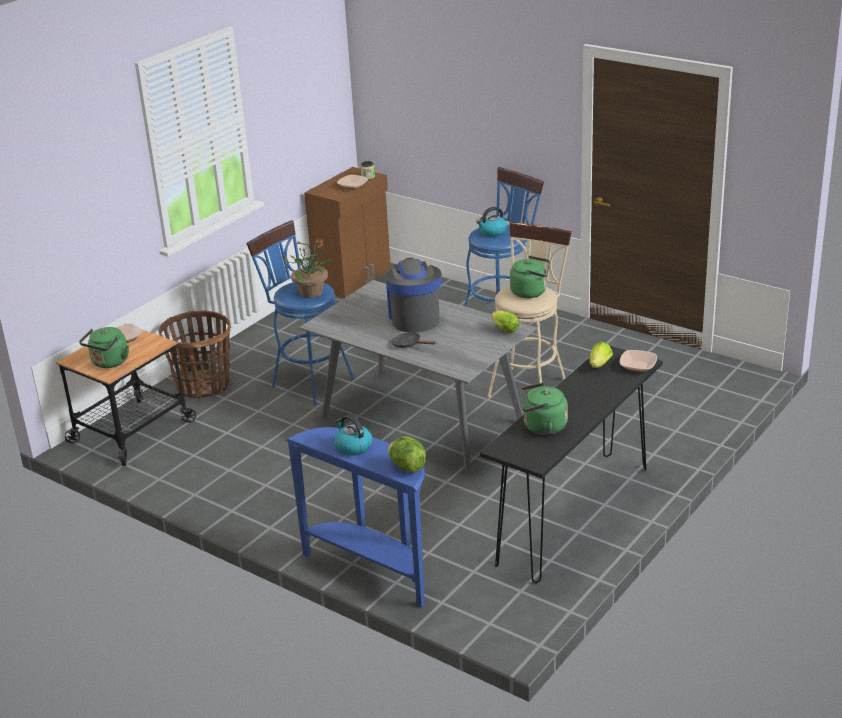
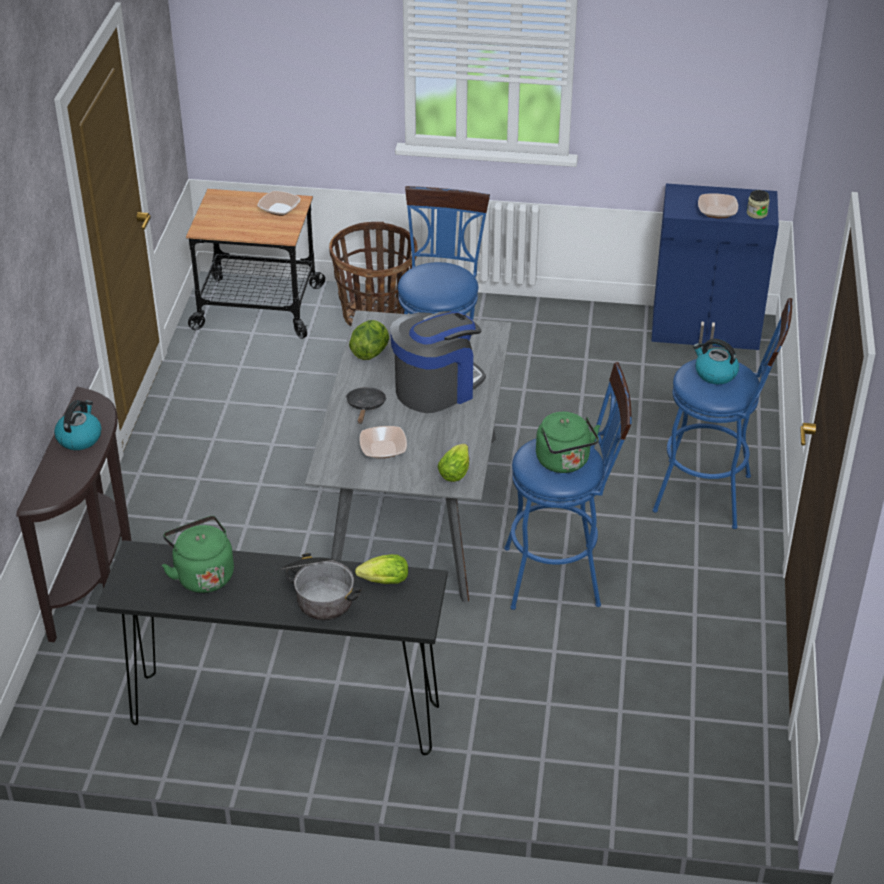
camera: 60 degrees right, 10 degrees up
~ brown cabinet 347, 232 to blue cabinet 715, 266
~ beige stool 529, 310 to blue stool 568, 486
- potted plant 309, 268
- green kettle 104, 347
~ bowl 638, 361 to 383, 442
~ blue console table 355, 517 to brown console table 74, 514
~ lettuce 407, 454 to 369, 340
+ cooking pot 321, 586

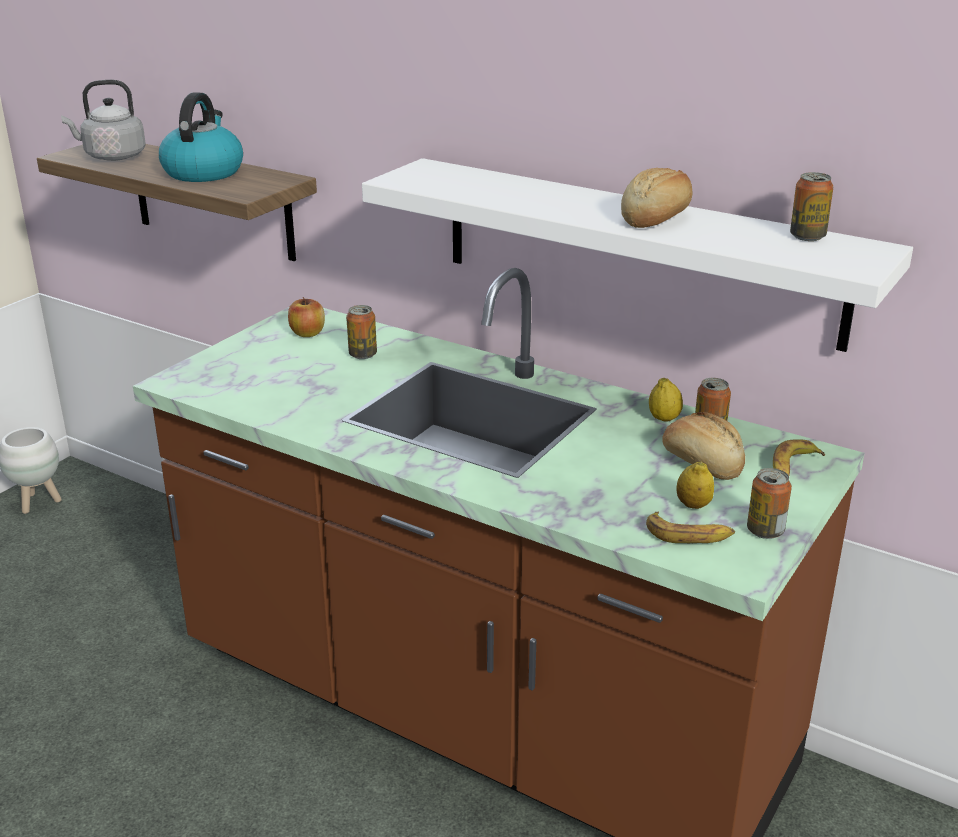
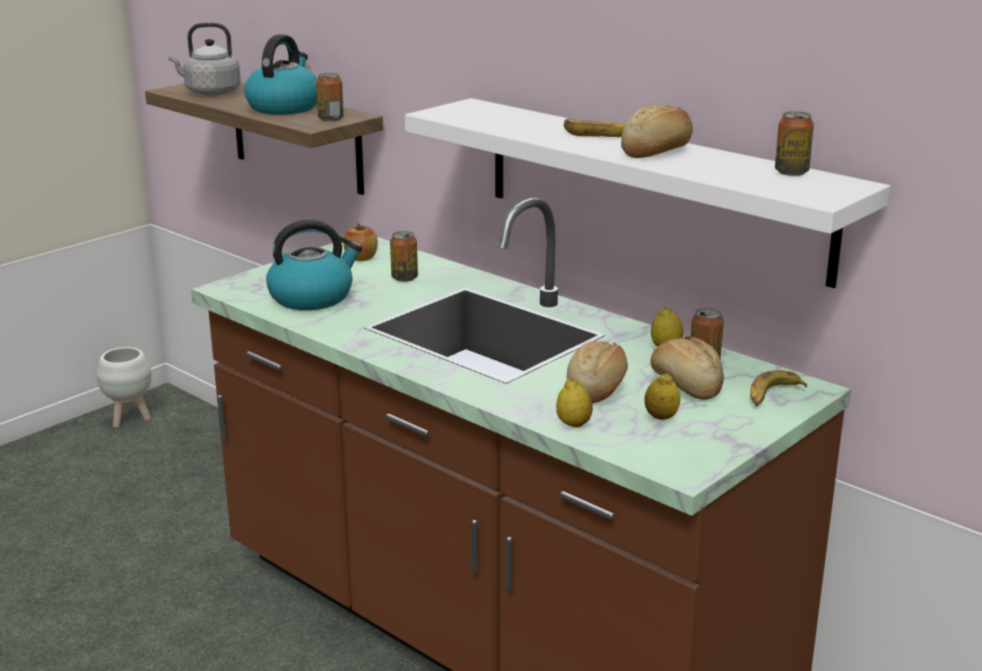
camera: 10 degrees right, 5 degrees down
~ can 769, 503 to 329, 97
~ banana 690, 527 to 594, 127
+ kettle 314, 265
+ bread 597, 372
+ lemon 574, 402

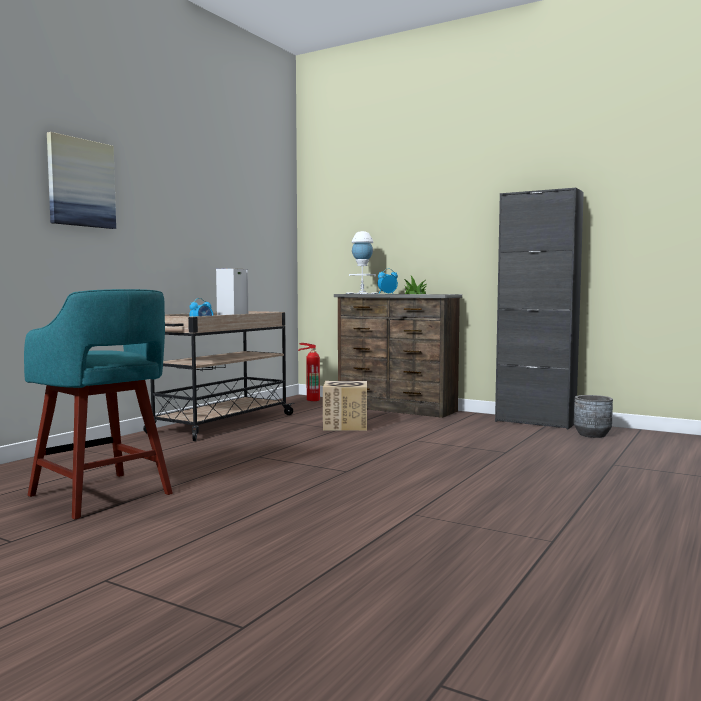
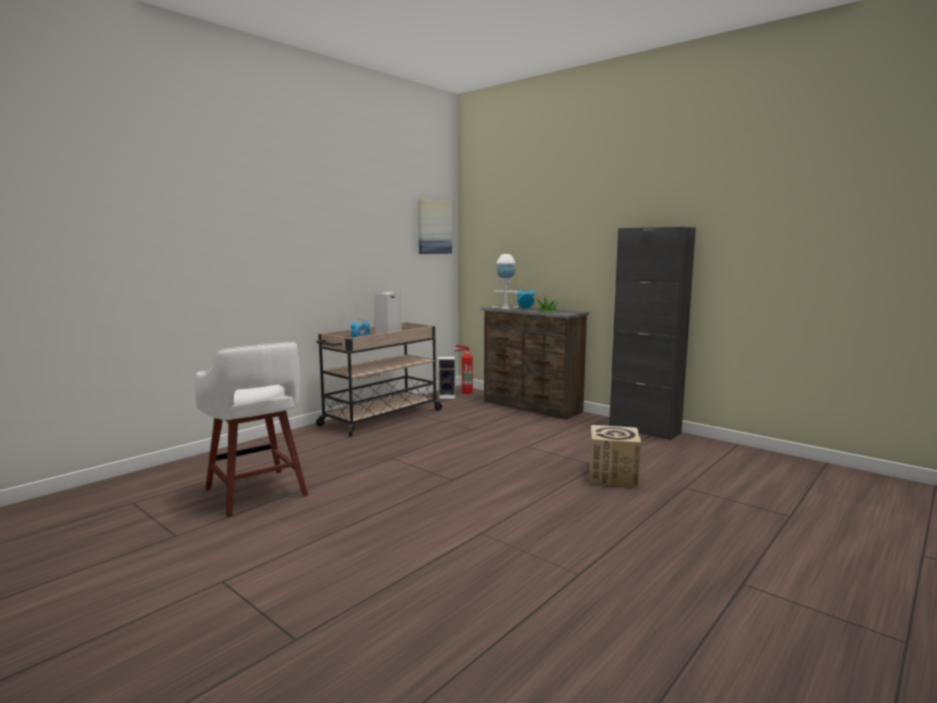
camera: 10 degrees right, 5 degrees up
~ picture 81, 180 to 435, 227
~ turquoise stool 98, 404 to white stool 251, 429
~ cardboard box 345, 406 to 615, 456
- grey planter 593, 416
+ speaker 446, 377

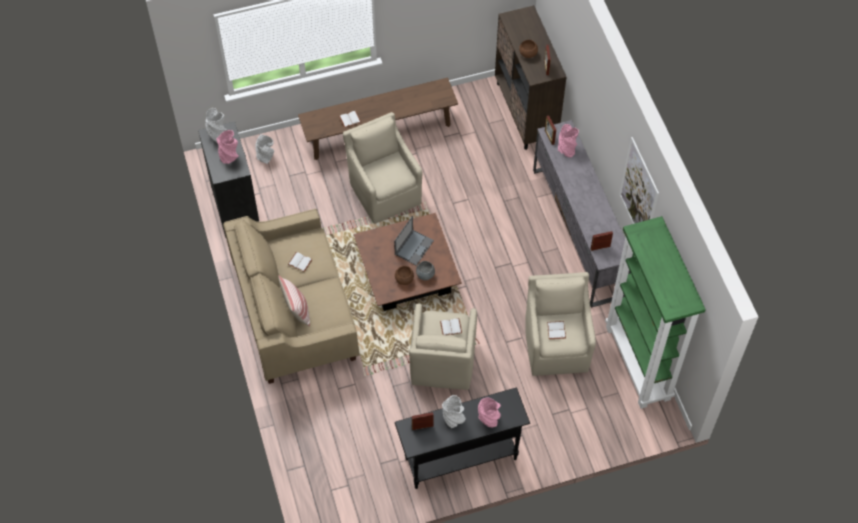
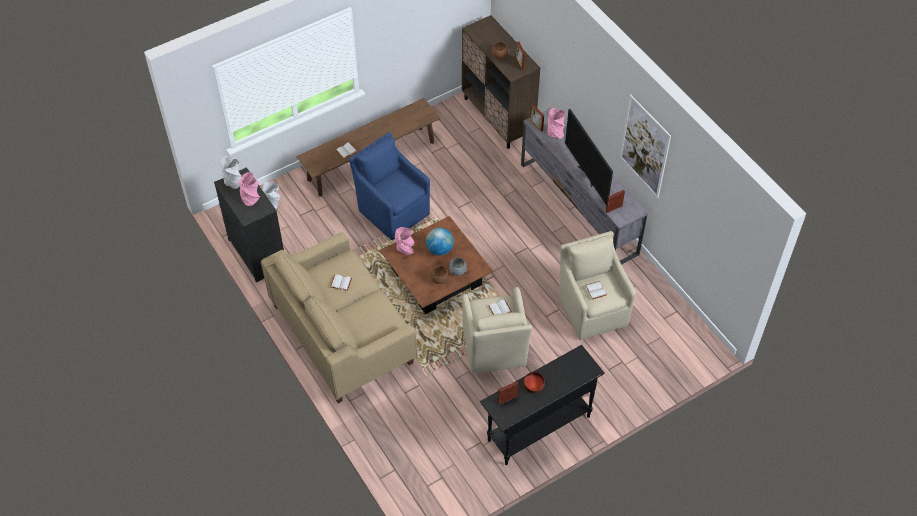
camera: 15 degrees left, 5 degrees down
~ beige armchair 383, 168 to blue armchair 389, 186
~ laptop 414, 241 to globe 440, 241
- green bookcase 655, 312
- pillow 294, 301
~ grey vase 453, 411 to bowl 534, 383
~ pink vase 489, 412 to 405, 241
+ television 589, 157

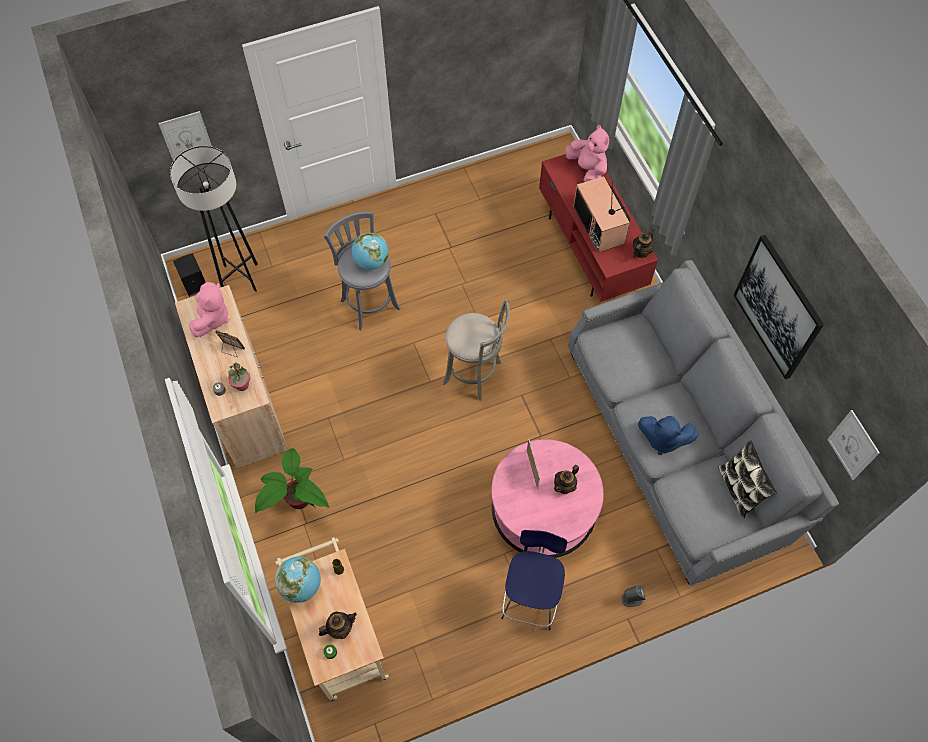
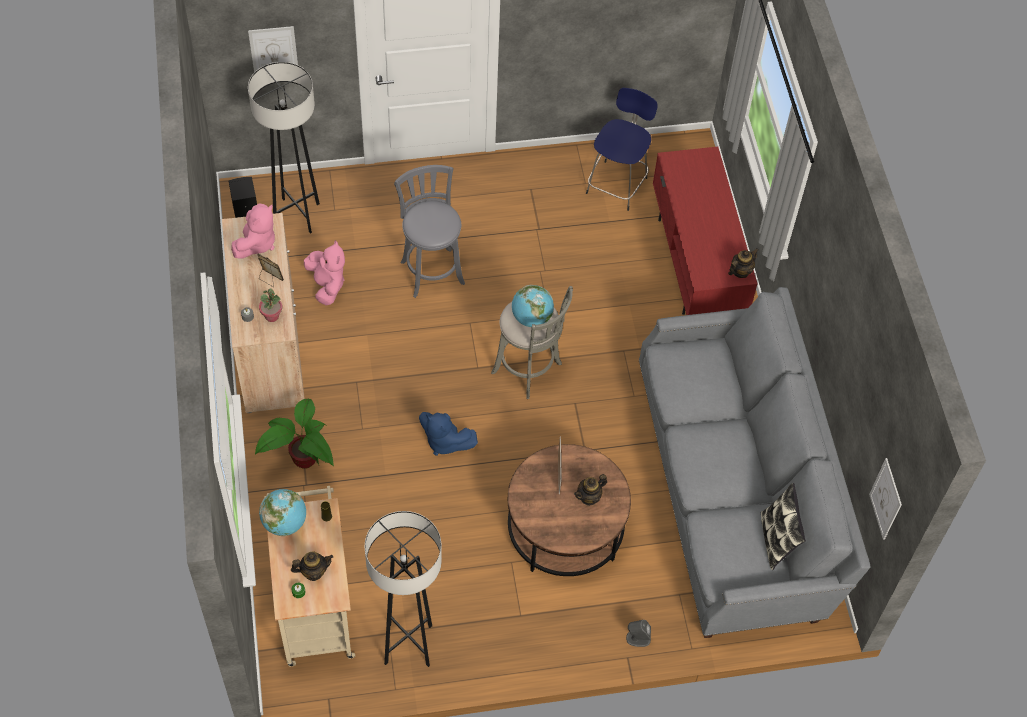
camera: 10 degrees right, 5 degrees down
~ pink plush toy 587, 153 to 324, 272
- television 602, 214
~ globe 370, 251 to 533, 306
- picture 778, 307
~ blue plush toy 668, 435 to 448, 434
~ pink coffee table 547, 498 to brown coffee table 569, 510
~ blue stool 534, 580 to 622, 149
+ grey floor lamp 403, 589

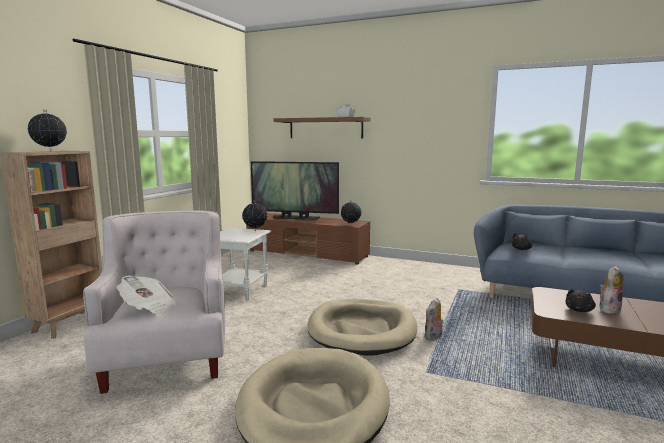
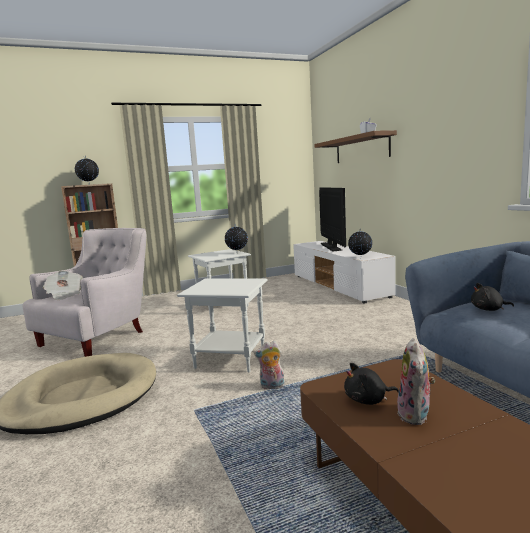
camera: 45 degrees right, 0 degrees up
~ television 295, 190 = 332, 219 150 degrees counterclockwise
~ brown tv stand 308, 239 to white tv stand 344, 272
~ plush toy 611, 290 = 415, 381 90 degrees clockwise
~ beige dog bed 362, 327 to white side table 222, 325

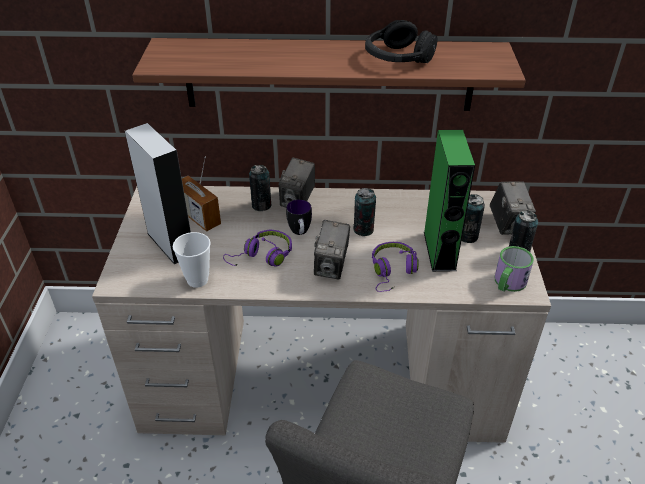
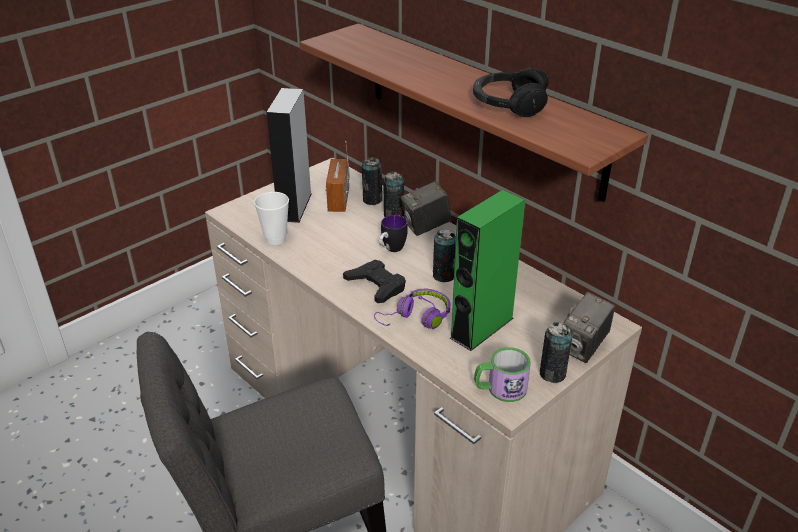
camera: 45 degrees right, 5 degrees down
~ can 473, 218 to 372, 181
~ photo camera 332, 249 to black game controller 374, 281
- purple headphones 257, 248

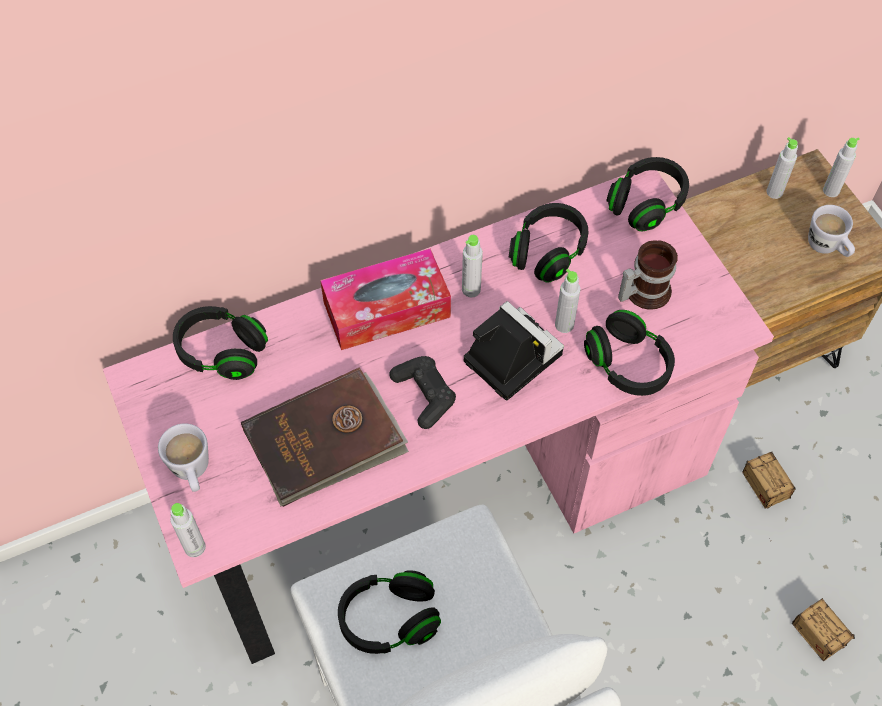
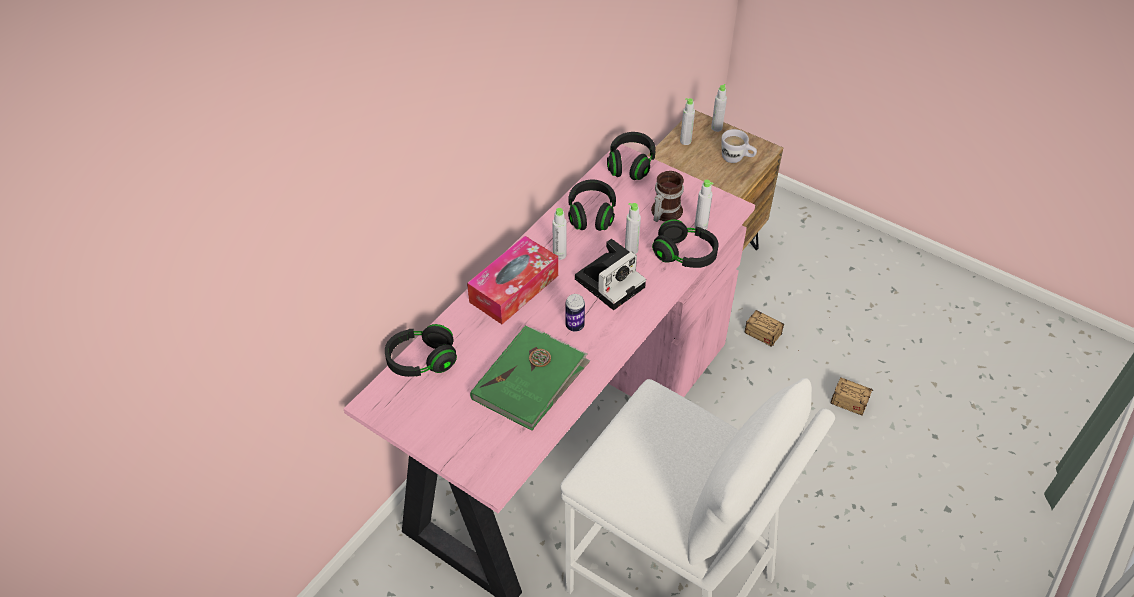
camera: 30 degrees left, 10 degrees down
~ photo camera 514, 350 = 610, 274 120 degrees clockwise
~ black game controller 423, 392 to can 575, 313
~ brown book 325, 437 to green book 530, 378
- white mug 183, 457
~ grey bottle 188, 530 to 703, 205
- black headphones 389, 612

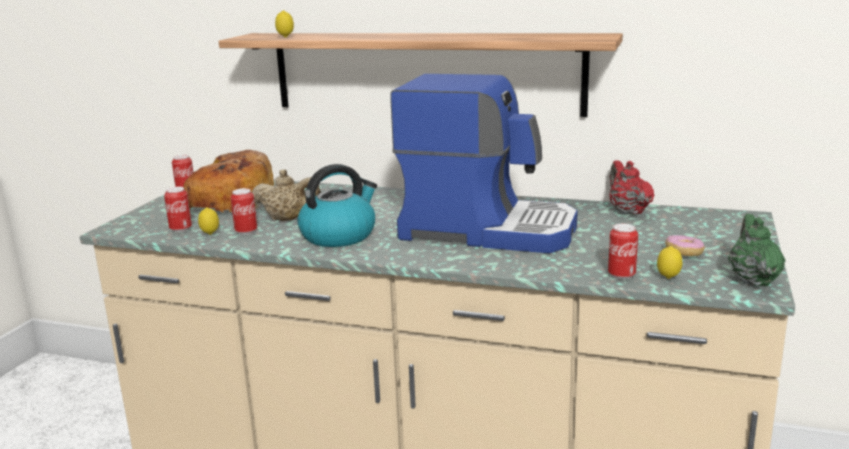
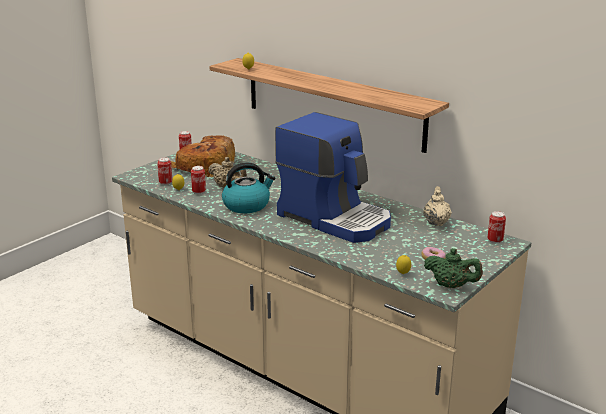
camera: 20 degrees right, 5 degrees up
~ red teapot 632, 187 to beige teapot 437, 206
~ green teapot 757, 250 = 453, 268 90 degrees clockwise
~ can 623, 252 to 496, 227

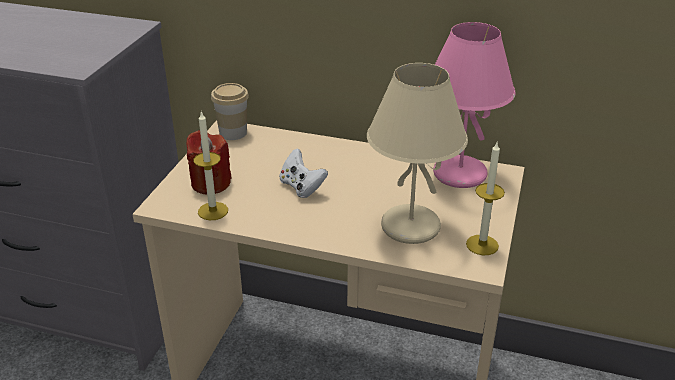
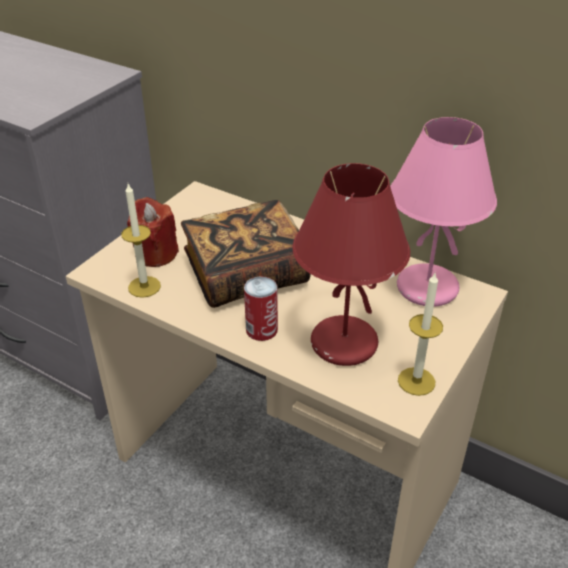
camera: 15 degrees right, 5 degrees up
~ beige table lamp 417, 153 to red table lamp 351, 264
- cup 230, 111
~ white game controller 303, 173 to book 246, 254
+ can 261, 308

